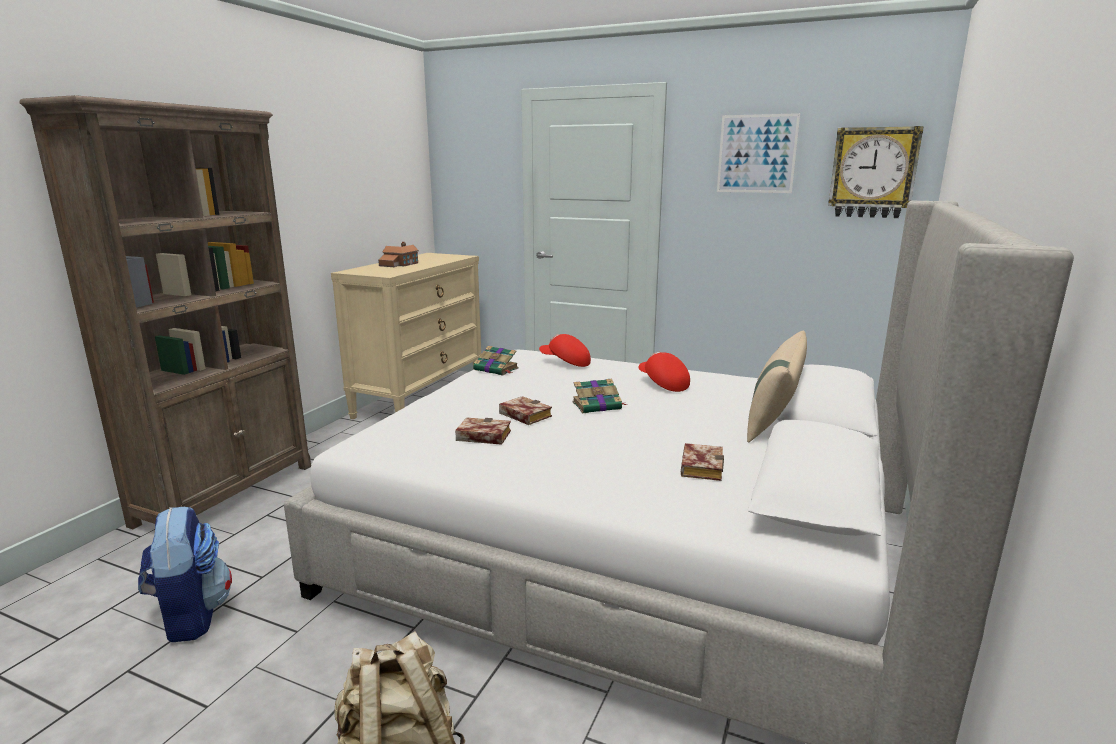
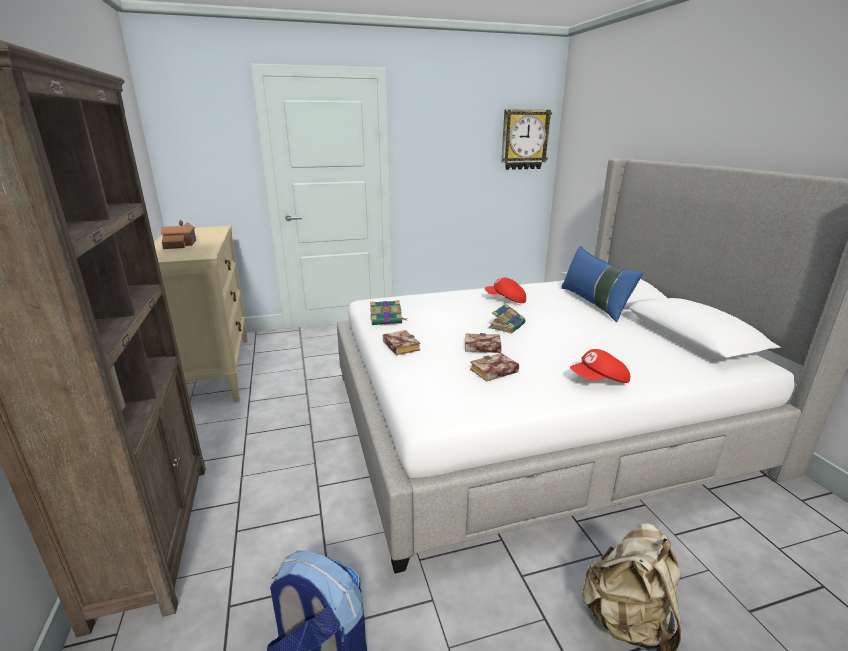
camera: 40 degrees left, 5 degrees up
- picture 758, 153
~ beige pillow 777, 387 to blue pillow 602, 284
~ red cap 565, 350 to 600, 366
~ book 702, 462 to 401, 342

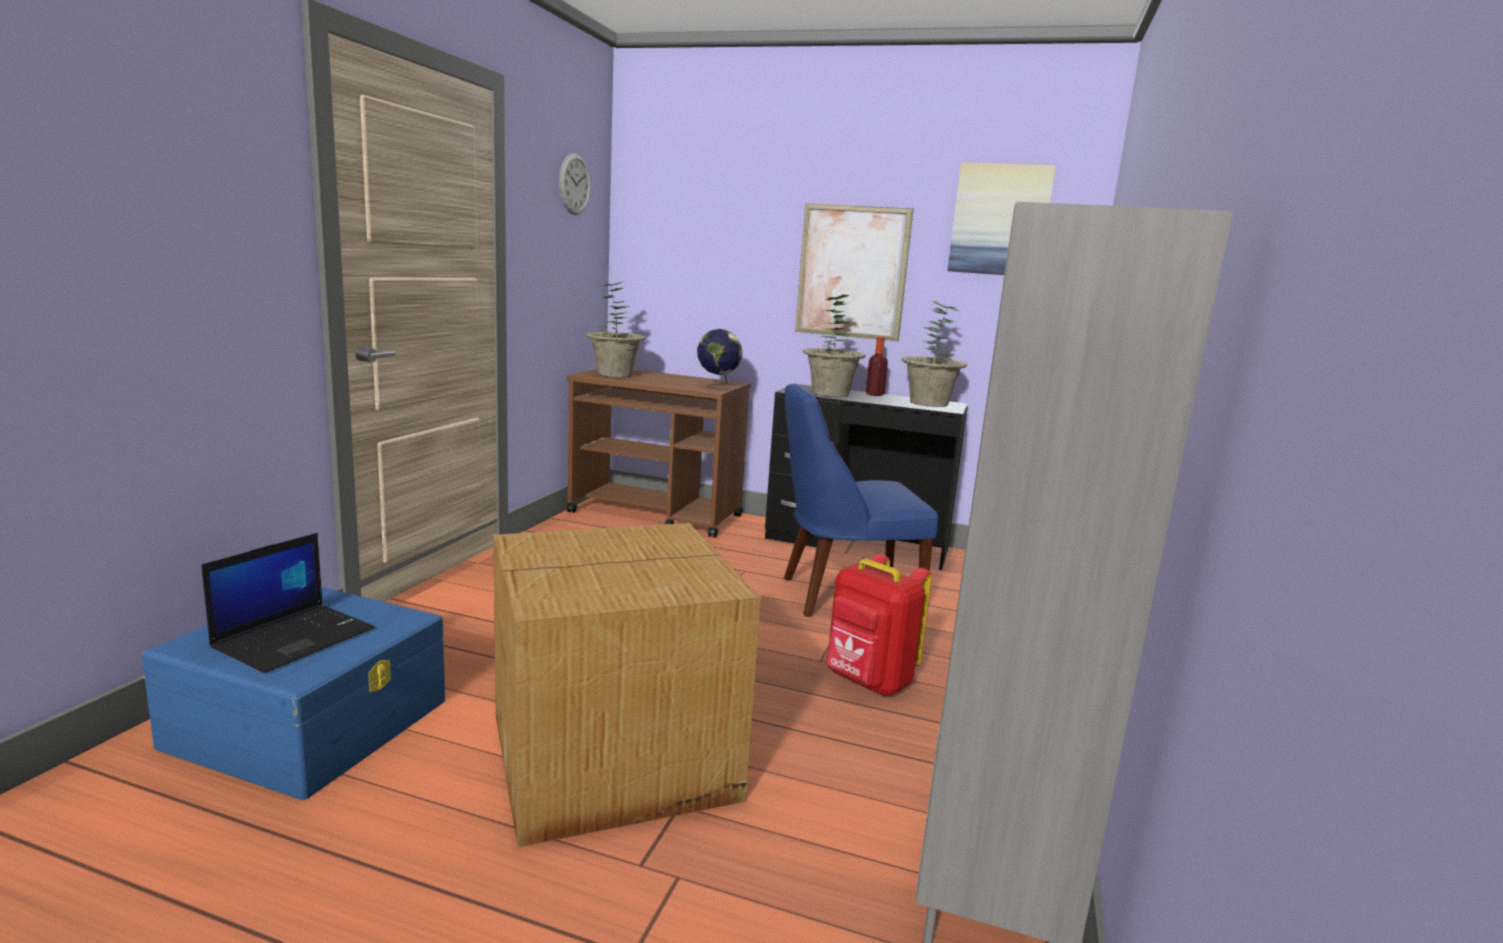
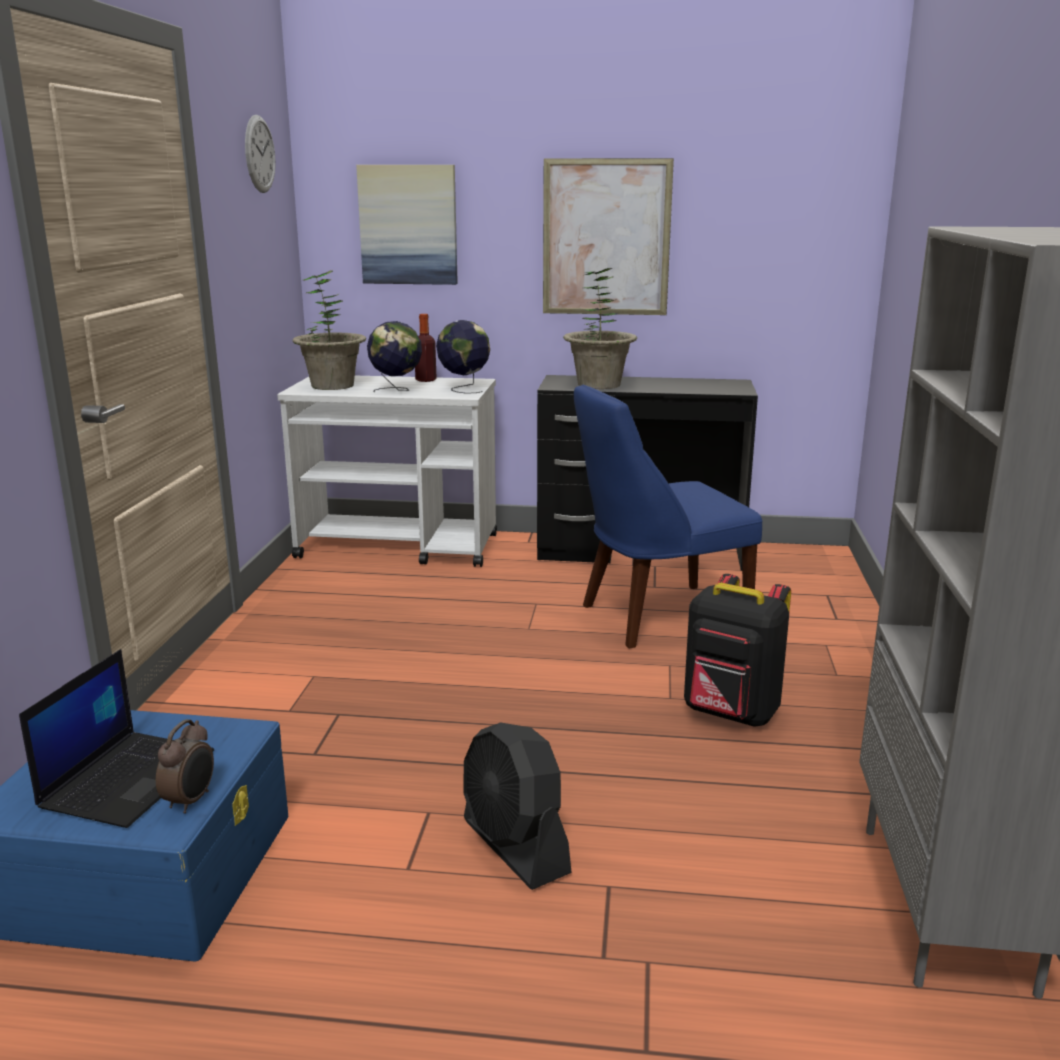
camera: 10 degrees left, 5 degrees up
~ picture 1001, 218 to 407, 225
- potted plant 934, 354
~ bottle 877, 366 to 425, 348
~ brown cart 658, 453 to white cart 387, 471
~ cardboard box 627, 685 to black fan 518, 806
~ red backpack 879, 625 to black backpack 737, 650
+ globe 394, 356
+ alarm clock 185, 766

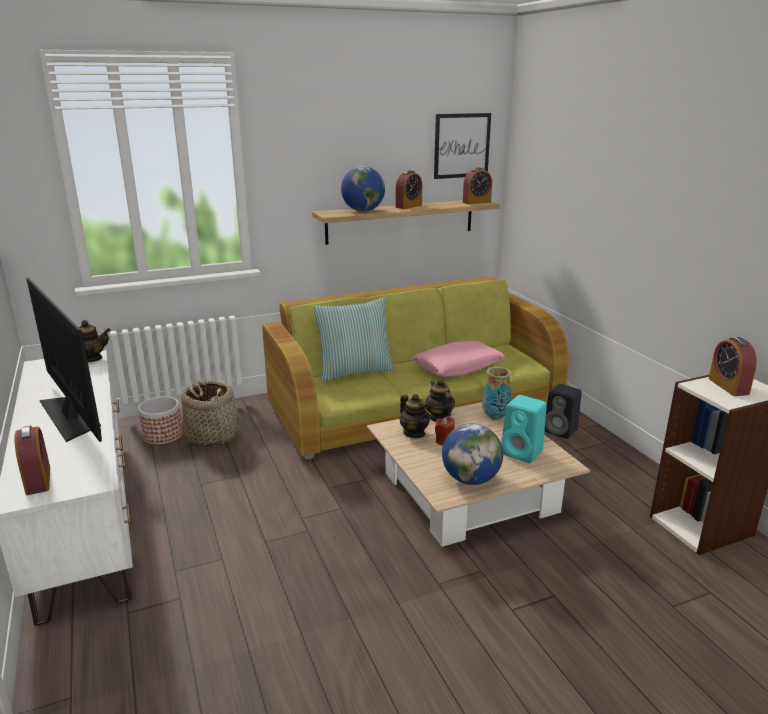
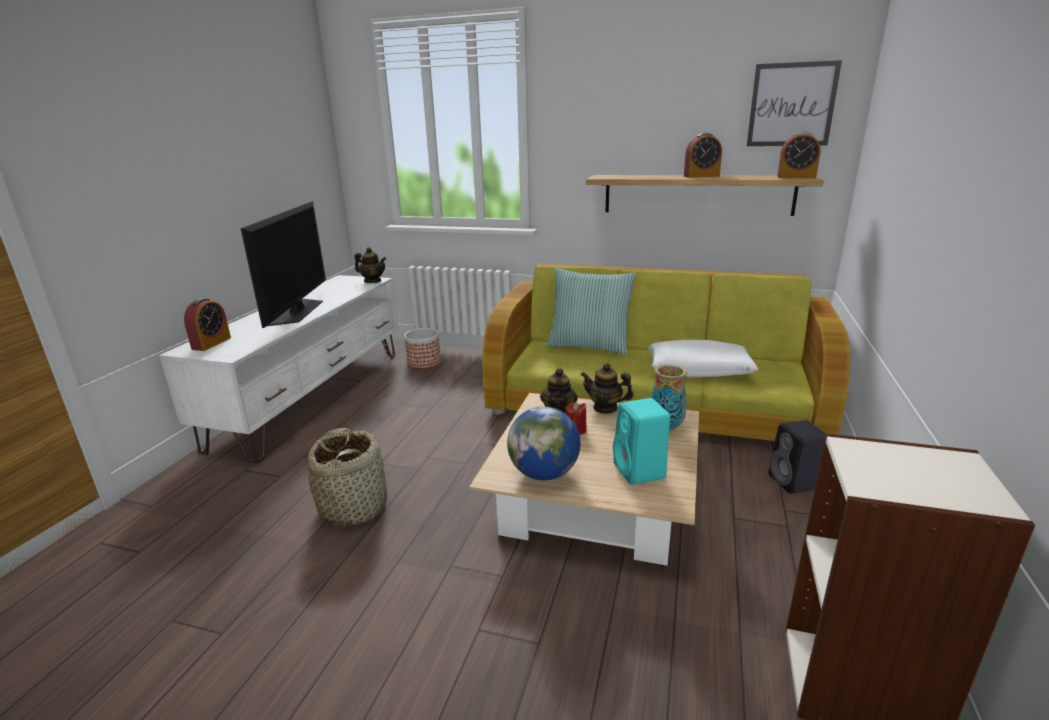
camera: 40 degrees right, 0 degrees up
- globe 363, 189
- alarm clock 733, 366
~ pink pillow 459, 359 to white pillow 703, 358
~ teapot 440, 400 = 607, 388 90 degrees counterclockwise
~ basket 209, 414 to 347, 478

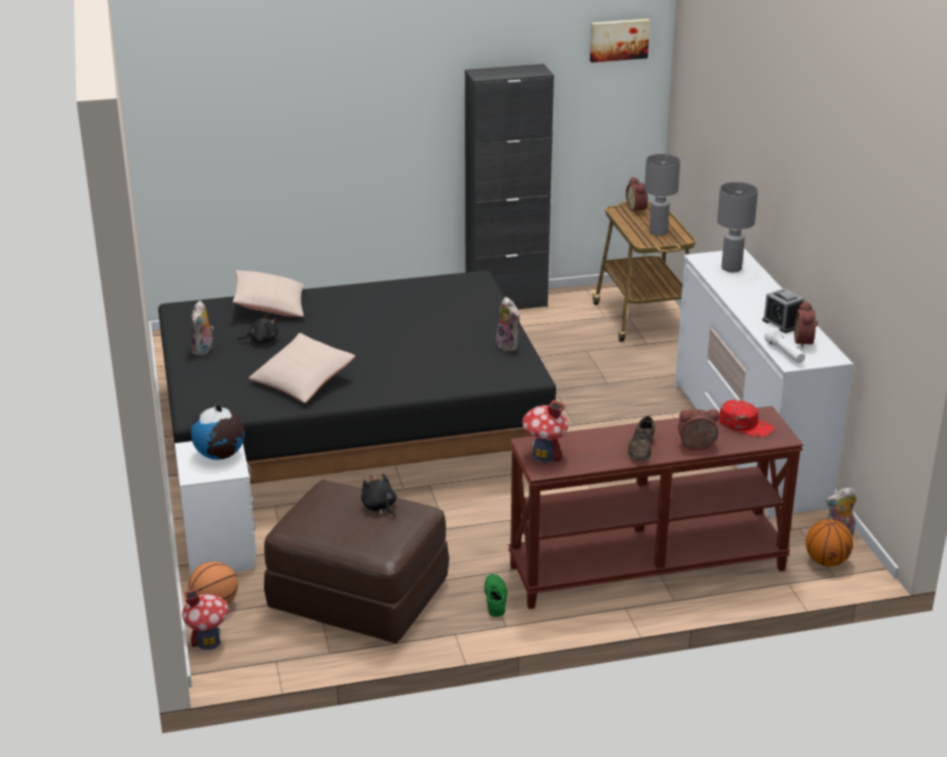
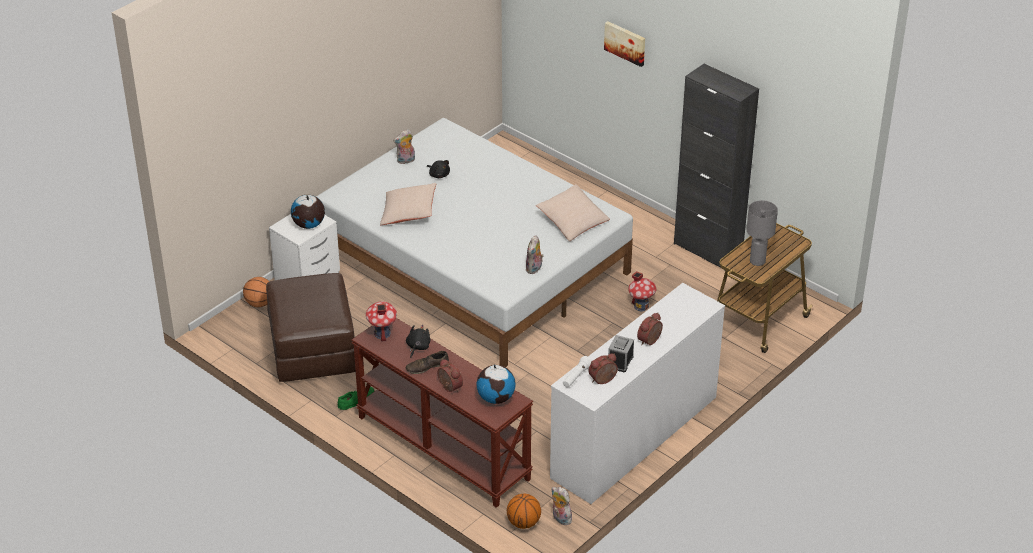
camera: 55 degrees right, 10 degrees up
~ picture 620, 41 to 624, 44
~ alarm clock 637, 195 to 650, 329
- grey table lamp 737, 227
~ black bed 357, 377 to white bed 474, 242
~ beige pillow 268, 293 to 573, 212
~ red cap 746, 418 to globe 496, 384
~ black plush toy 379, 496 to 418, 341
~ toy house 205, 619 to 642, 291

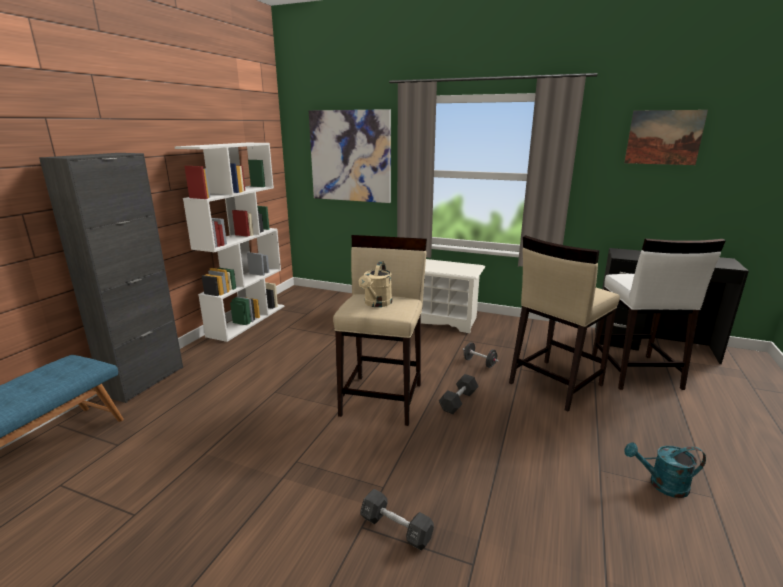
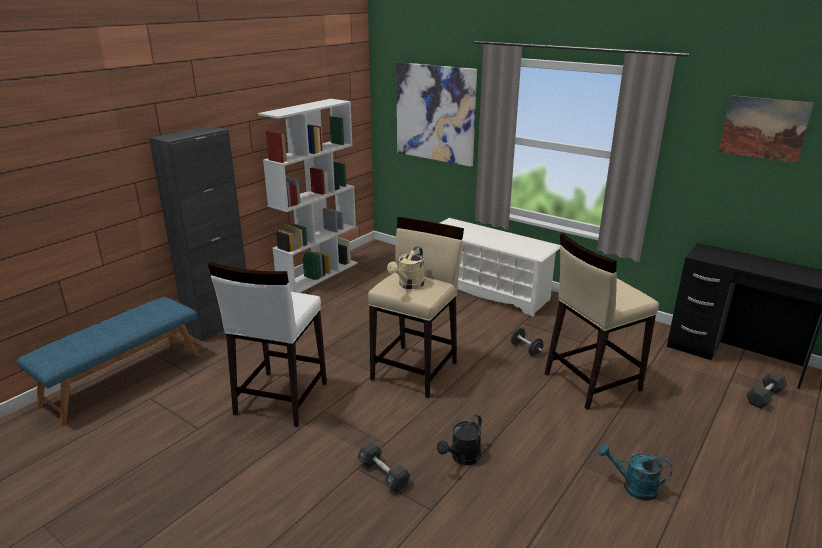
camera: 15 degrees right, 5 degrees up
~ white stool 659, 314 to 267, 344
~ black dumbbell 459, 394 to 766, 390
+ black watering can 459, 440

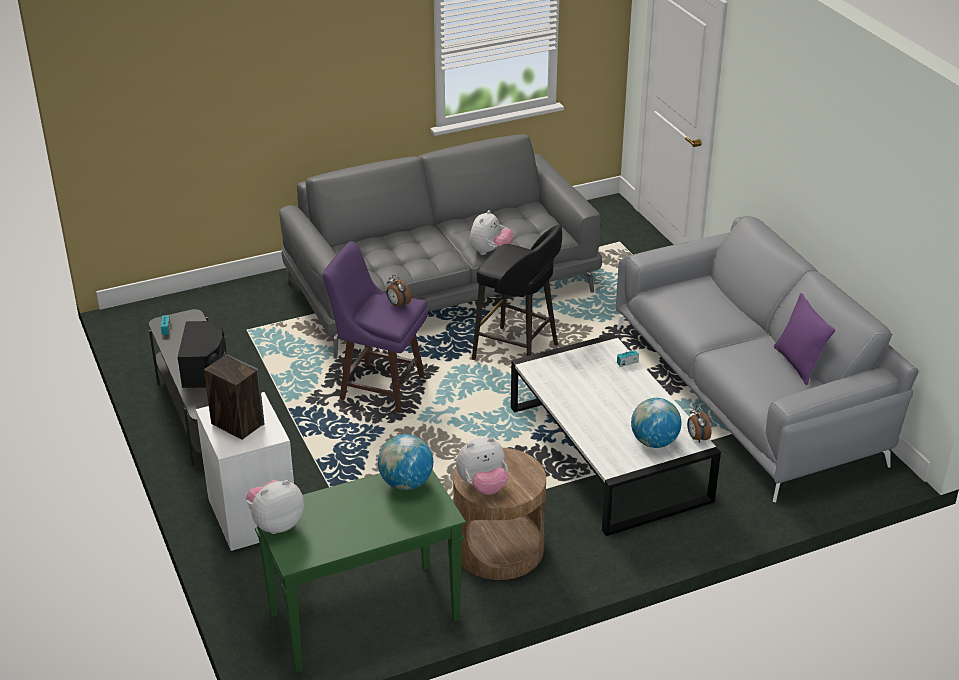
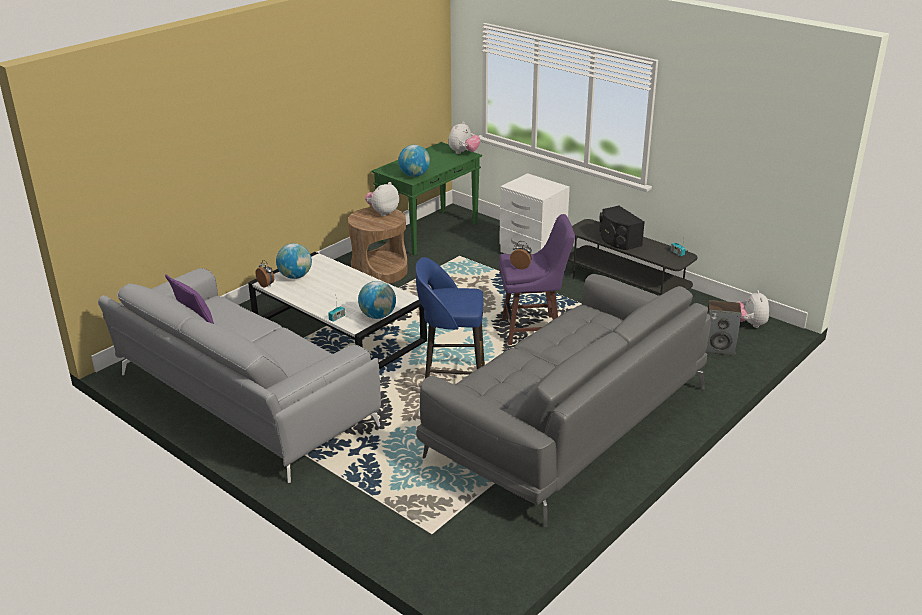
camera: 155 degrees right, 5 degrees down
~ plush toy 492, 232 to 753, 309
~ black stool 517, 292 to blue stool 450, 317
~ speaker 234, 397 to 723, 327
+ globe 377, 300

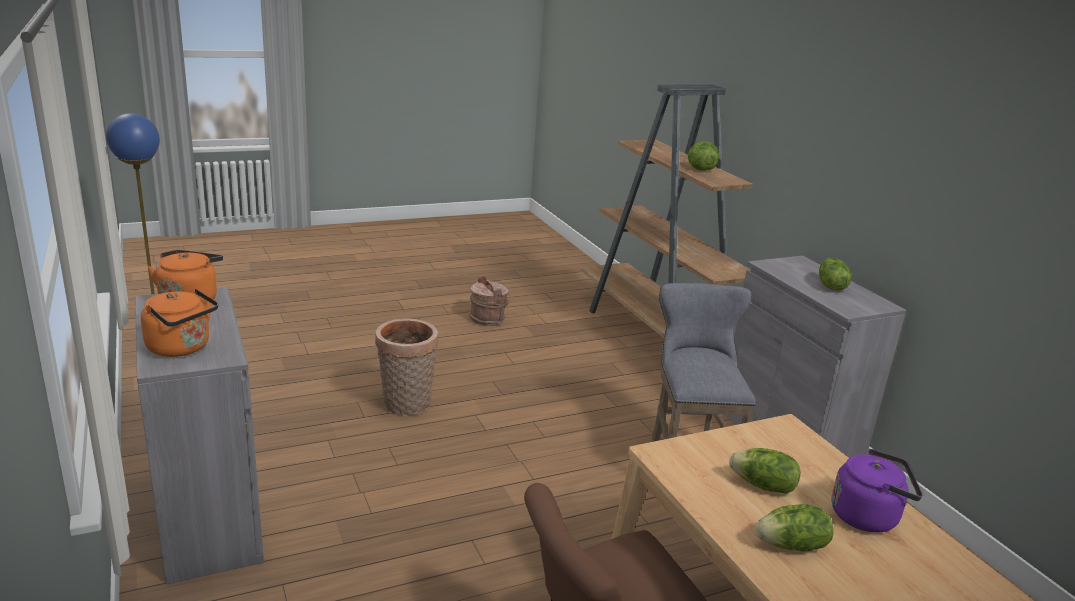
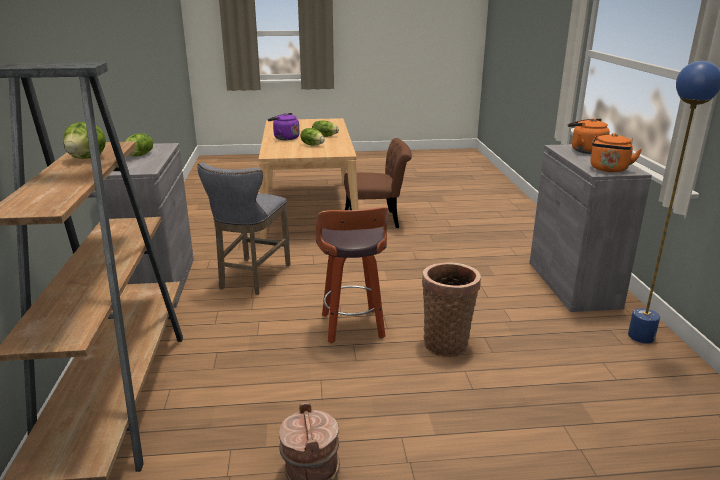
camera: 160 degrees left, 0 degrees up
+ stool 352, 275

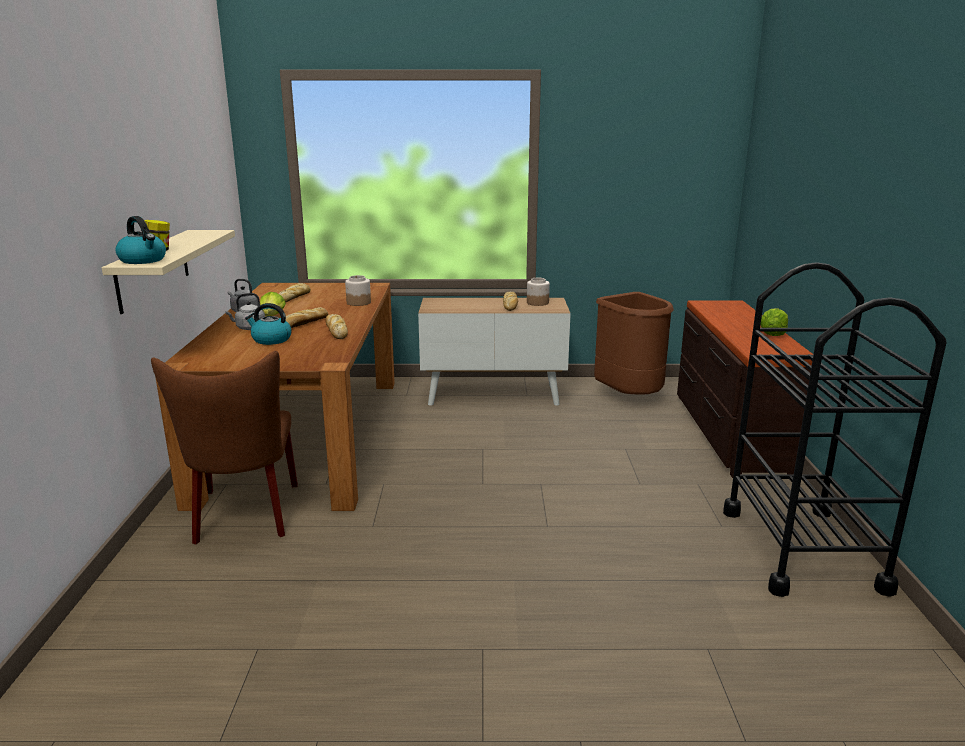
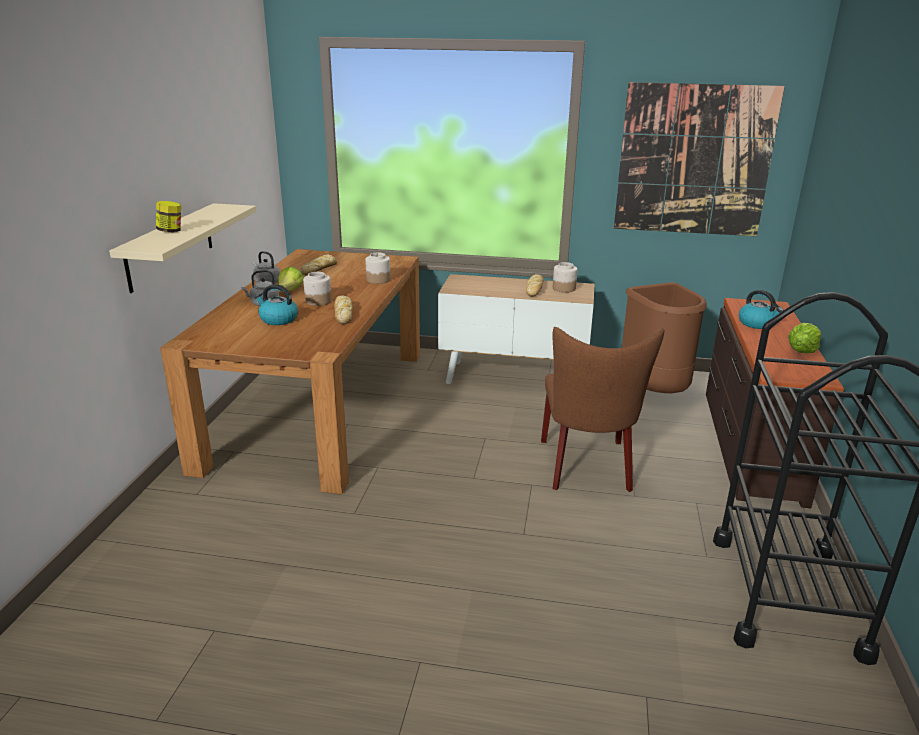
camera: 10 degrees right, 5 degrees up
~ kettle 141, 240 to 761, 309
~ bread 307, 317 to jar 317, 289
~ brown chair 224, 448 to 602, 409
+ picture 699, 159

